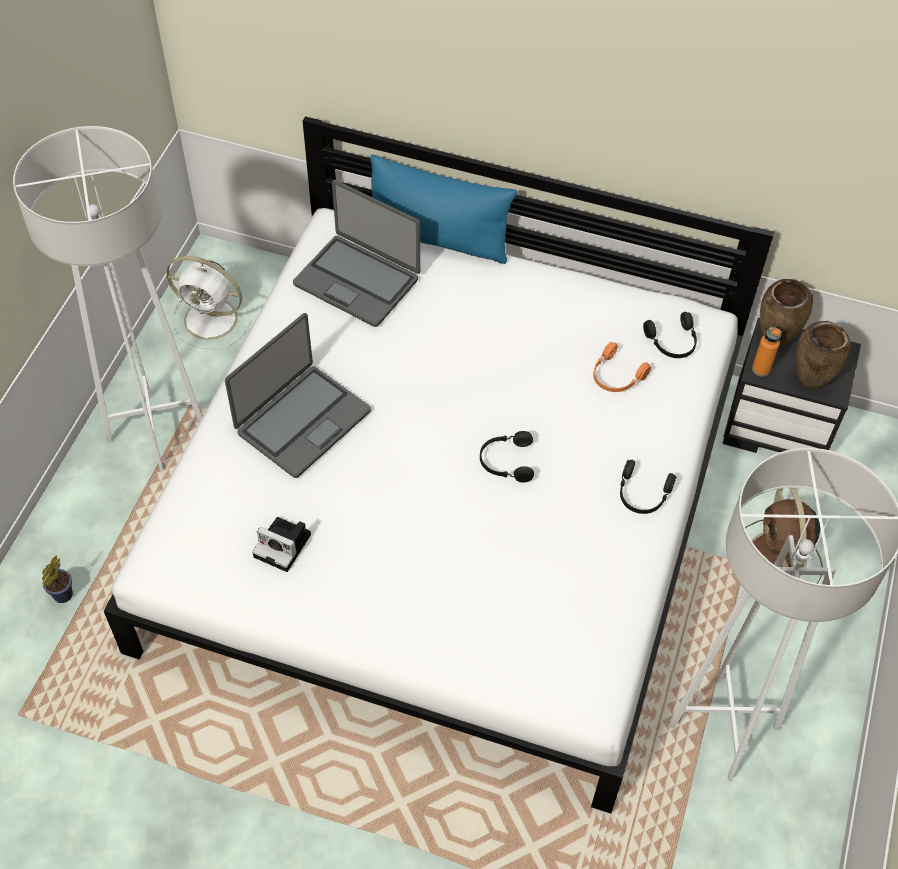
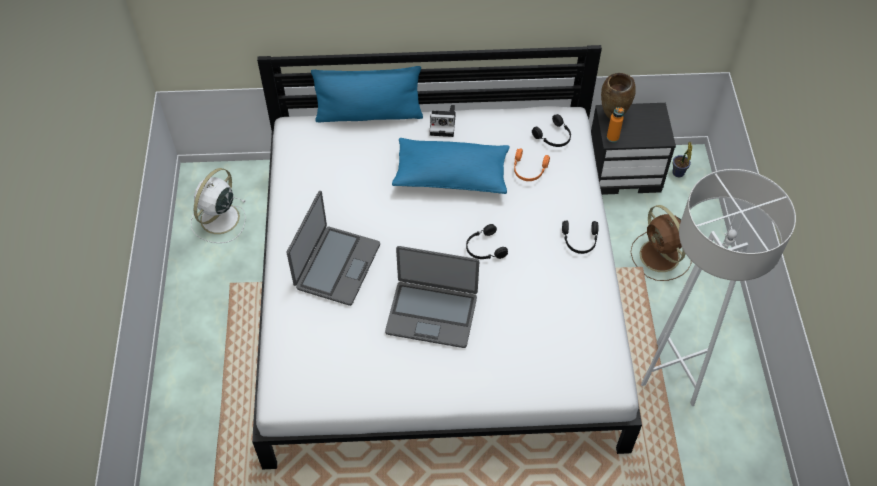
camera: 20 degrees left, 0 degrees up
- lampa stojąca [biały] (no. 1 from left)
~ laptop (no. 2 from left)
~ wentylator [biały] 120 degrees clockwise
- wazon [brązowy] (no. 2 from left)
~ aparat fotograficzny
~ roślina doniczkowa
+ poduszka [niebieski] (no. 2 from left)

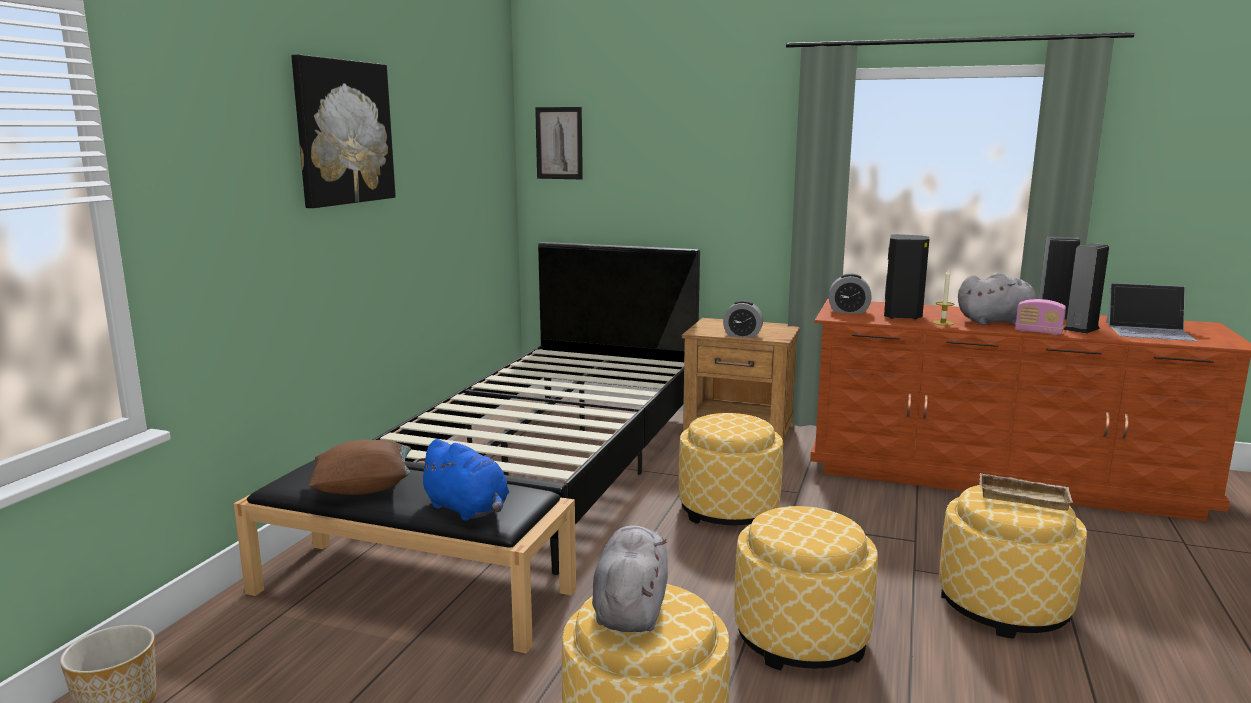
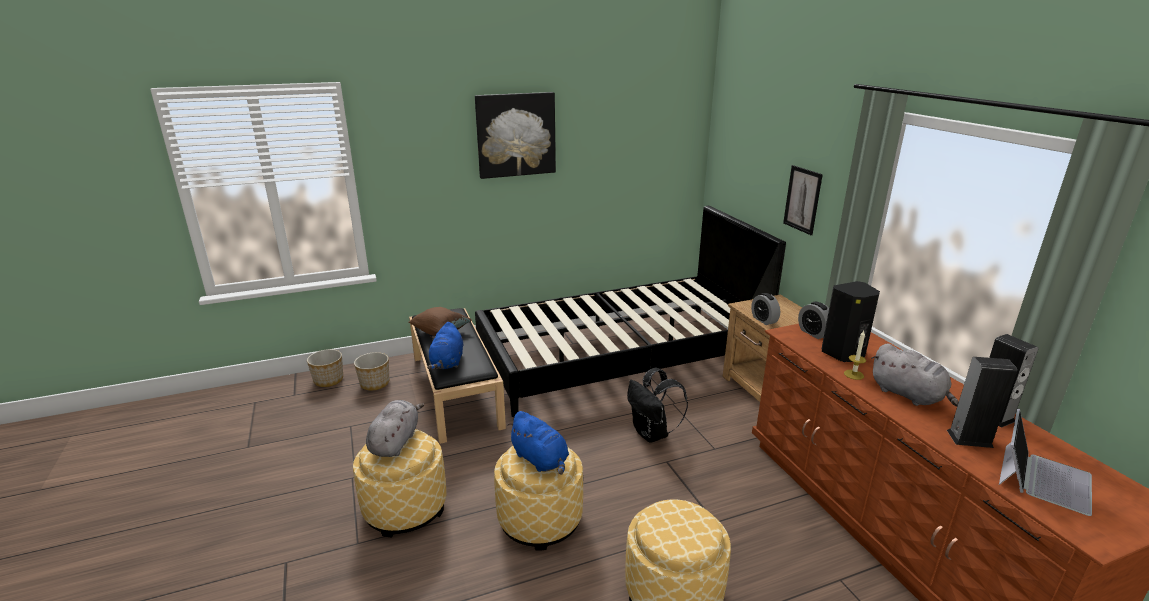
camera: 50 degrees right, 10 degrees up
~ obraz (no. 2 from left)
~ laptop 120 degrees counterclockwise
- radio
~ pufa (no. 2 from left) to plecak [czarny]
- taca [beżowy]
~ pluszak [szary] (no. 1 from left) 45 degrees counterclockwise
+ donica (no. 2 from left)
+ pluszak [niebieski] (no. 2 from left)

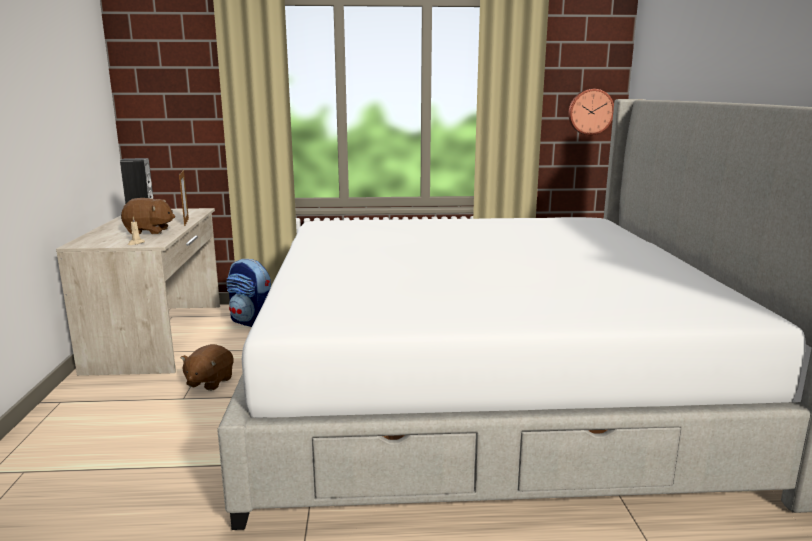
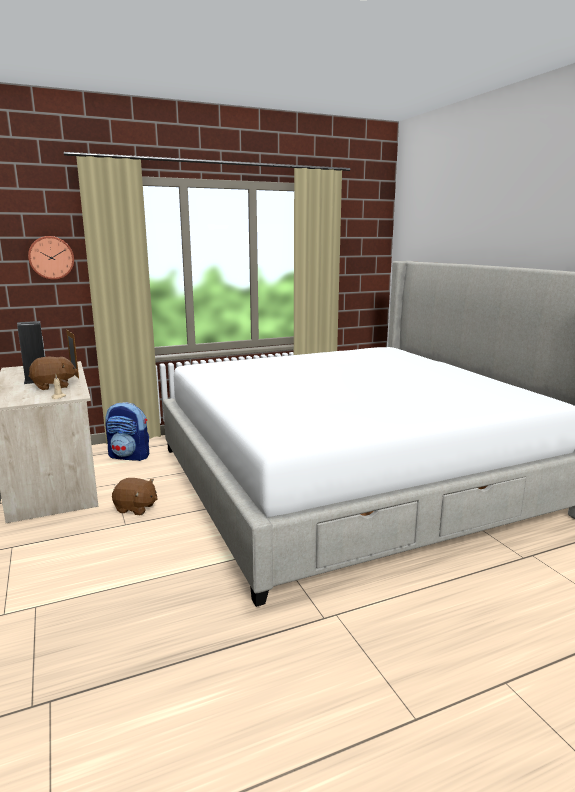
camera: 20 degrees left, 0 degrees up
~ zegar ścienny
~ pluszak [brązowy] (no. 2 from left) 75 degrees counterclockwise

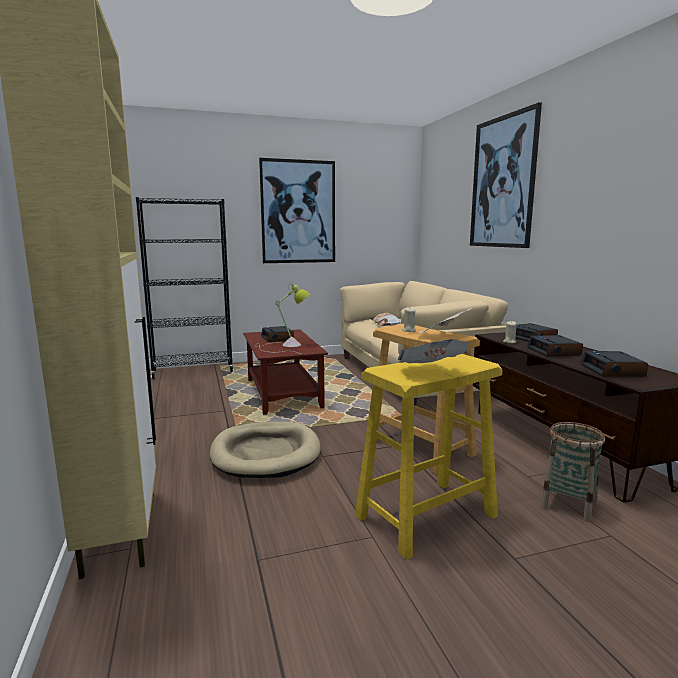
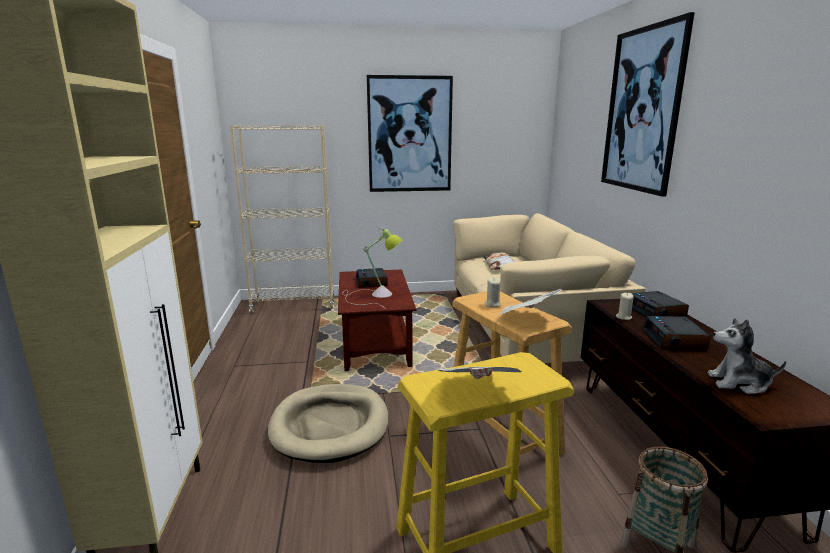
camera: 10 degrees right, 5 degrees up
~ regał [czarny] to regał [beżowy]
~ budzik (no. 4 from left) to pluszak

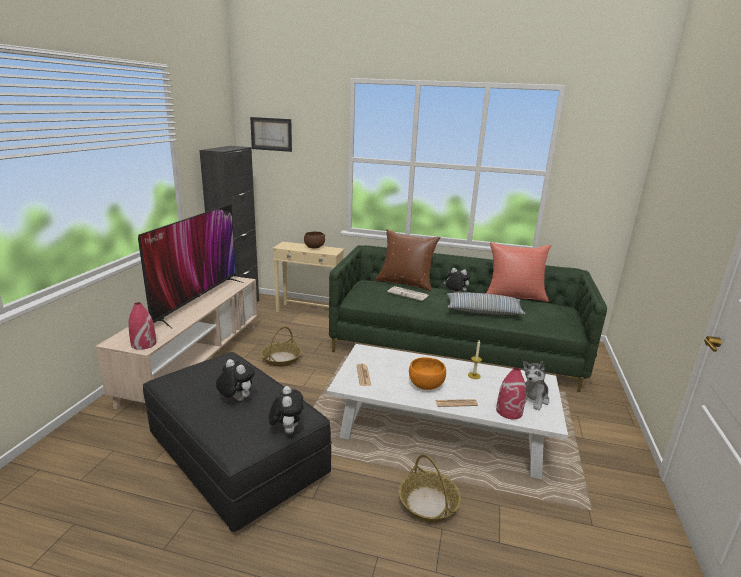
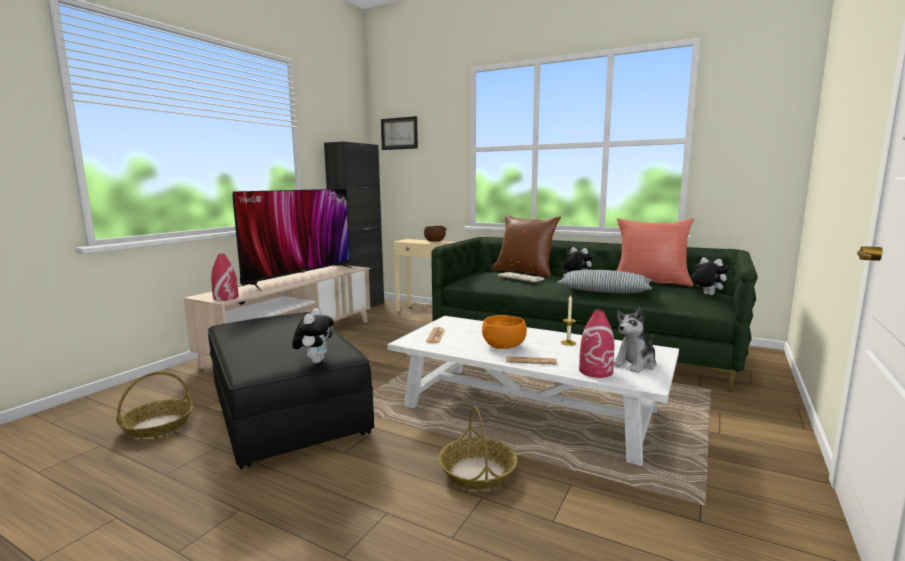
camera: 15 degrees right, 10 degrees down
~ koszyk (no. 1 from left)
~ pluszak (no. 1 from left in the first image) to pluszak (no. 4 from left)

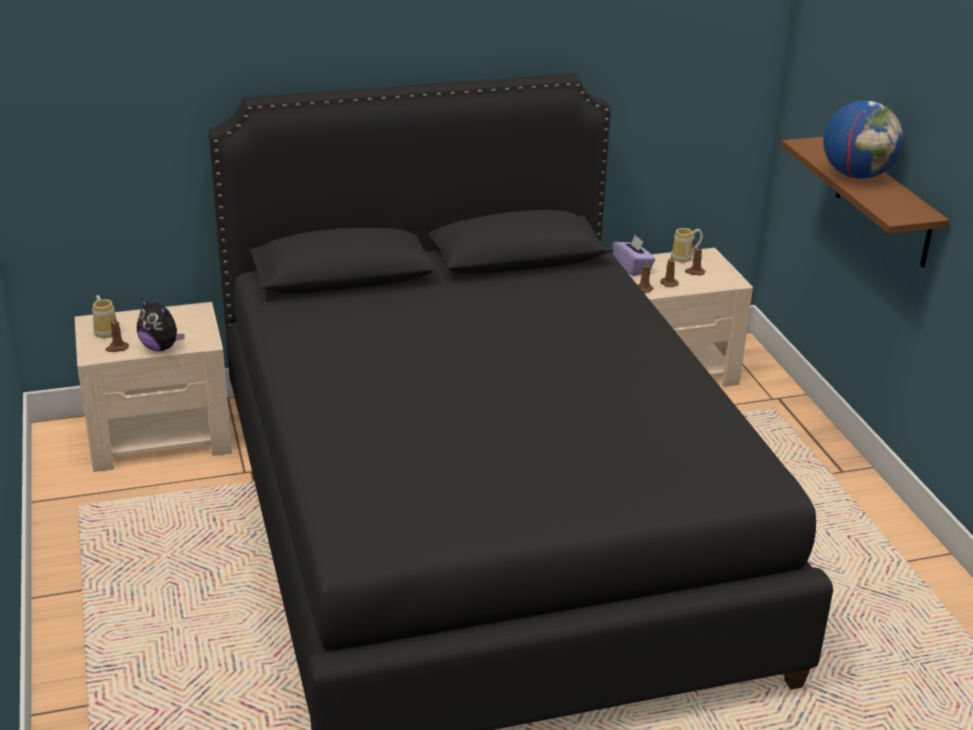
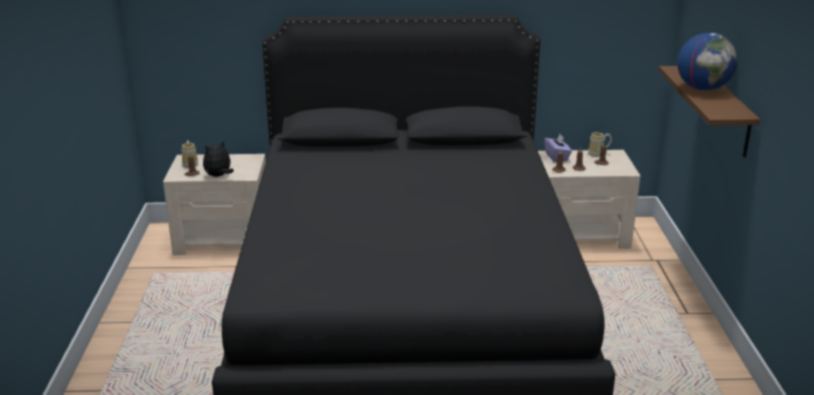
camera: 15 degrees right, 5 degrees down
~ pluszak 90 degrees clockwise

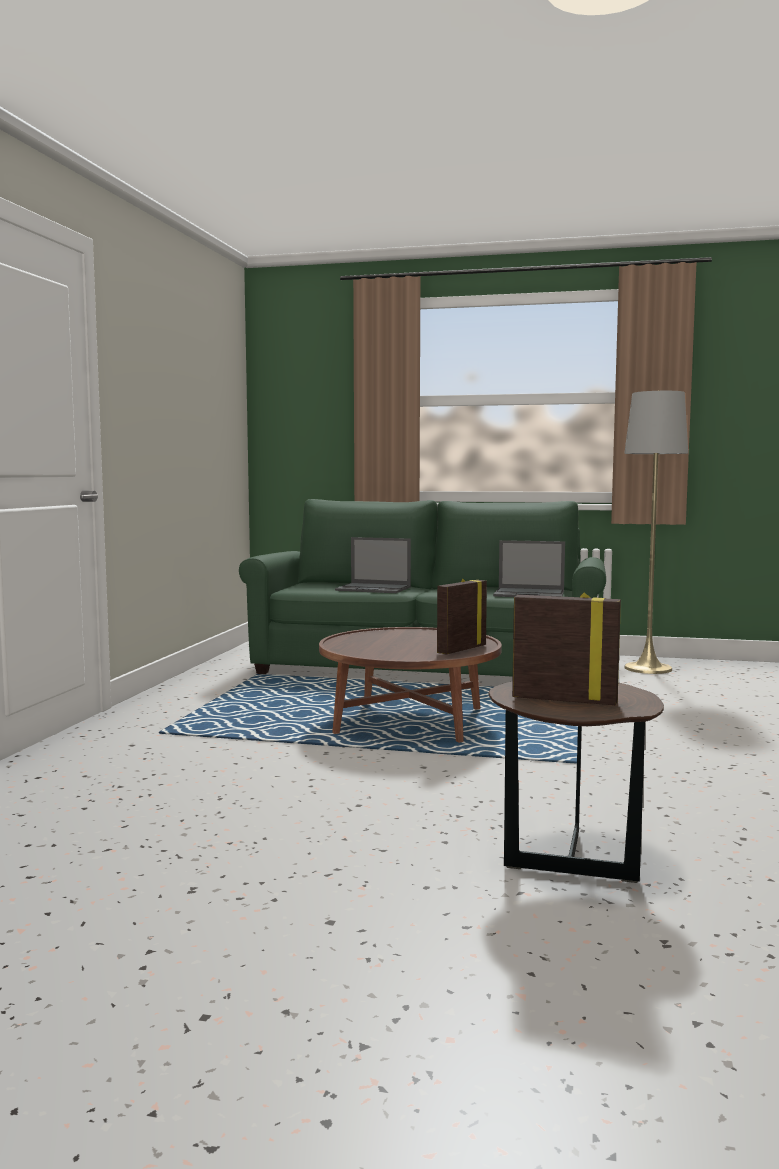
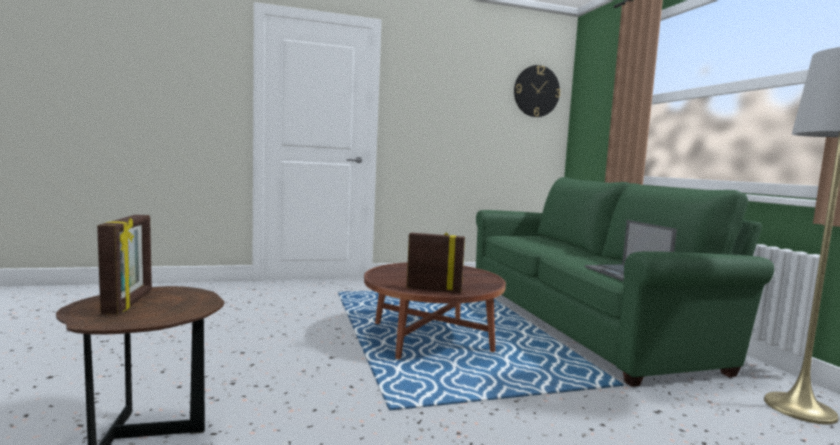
camera: 60 degrees right, 0 degrees up
- laptop (no. 1 from left)
+ zegar ścienny

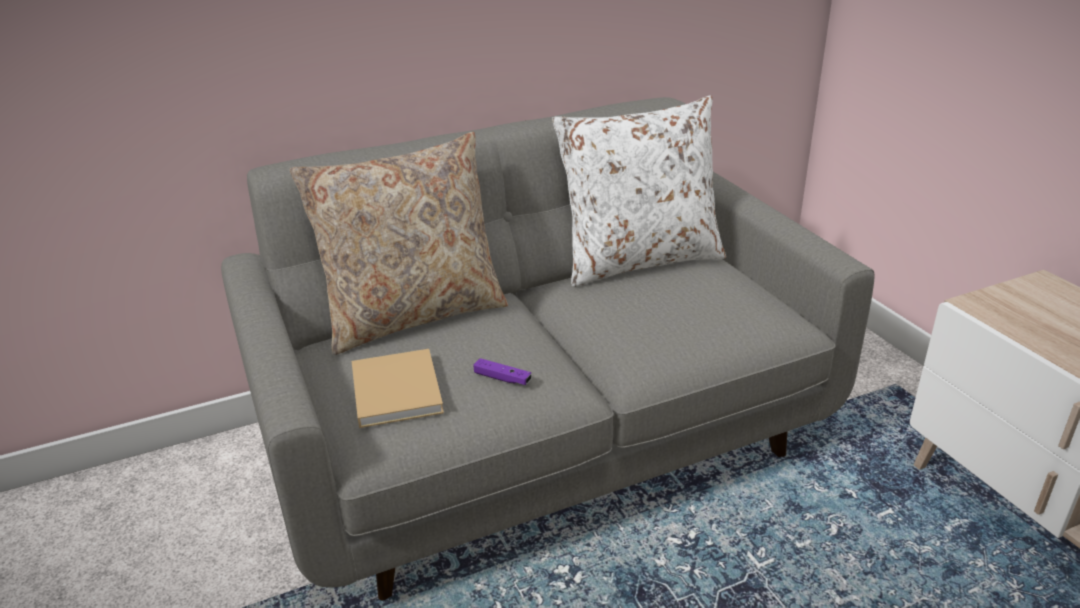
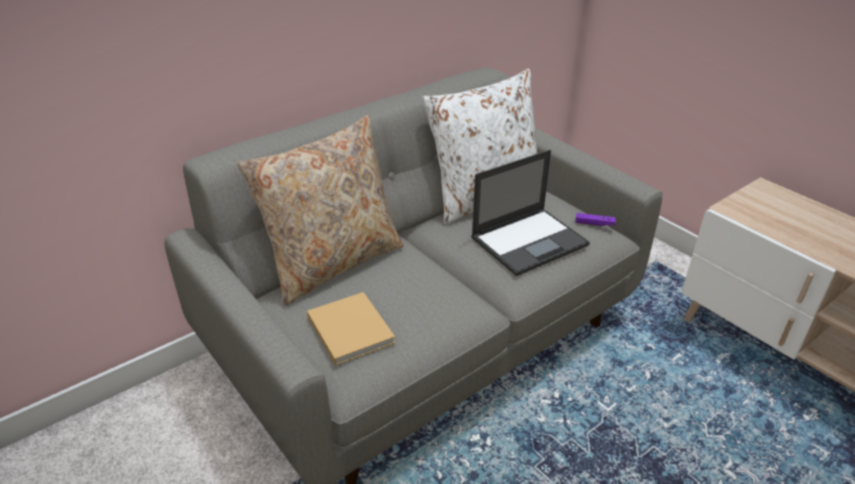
camera: 15 degrees left, 5 degrees up
~ pad do gier [fioletowy]
+ laptop

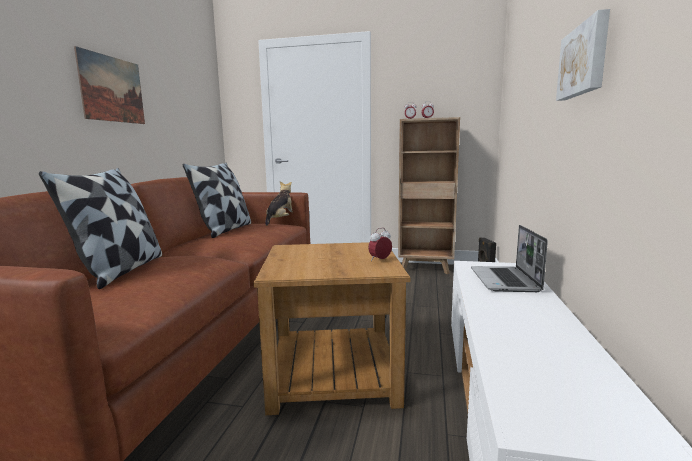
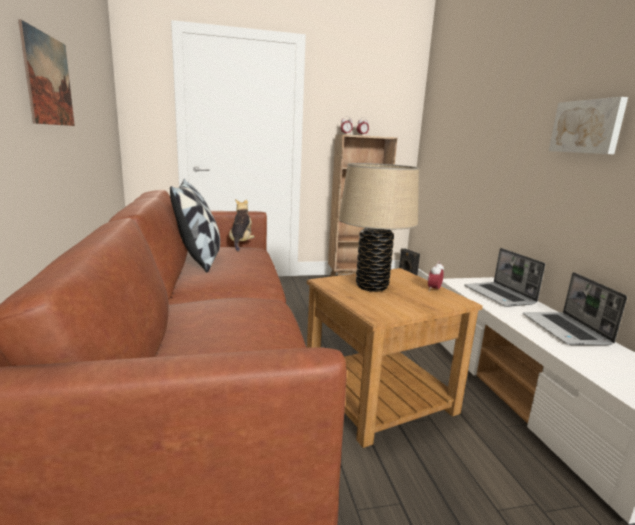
camera: 25 degrees left, 5 degrees up
- poduszka (no. 1 from left)
+ lampa stołowa [beżowy]
+ laptop (no. 2 from left)

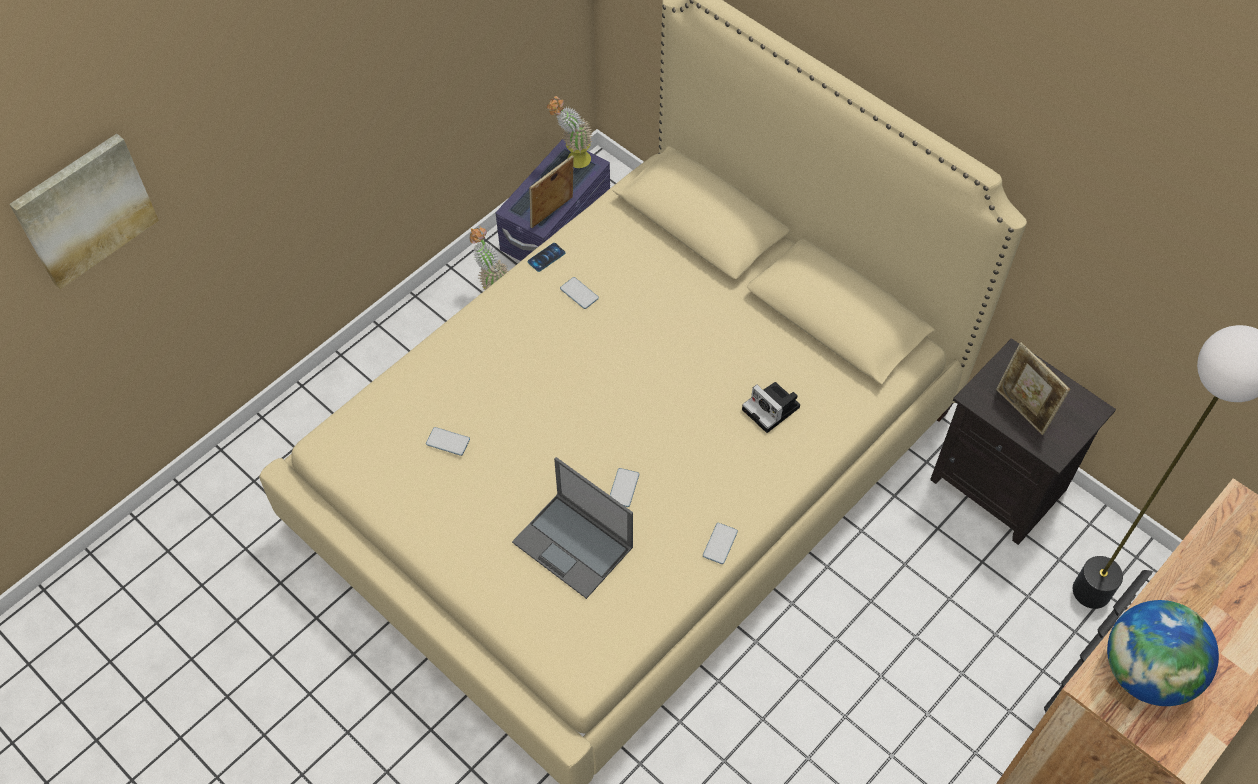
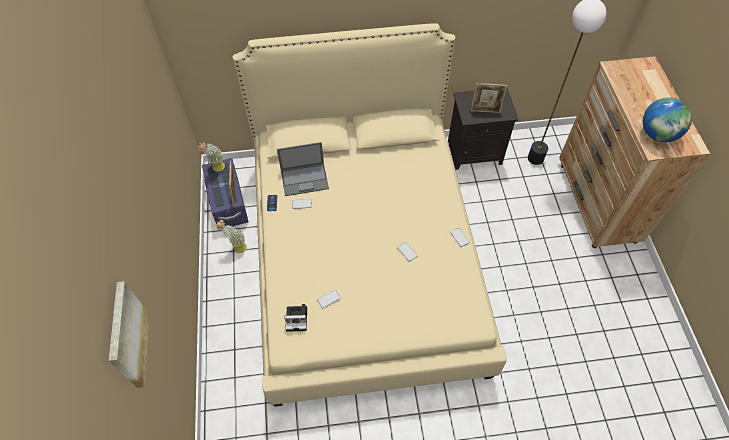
camera: 50 degrees left, 0 degrees up
~ aparat fotograficzny
~ laptop

